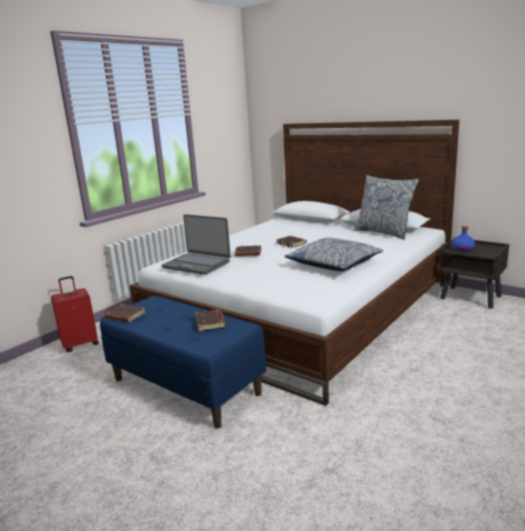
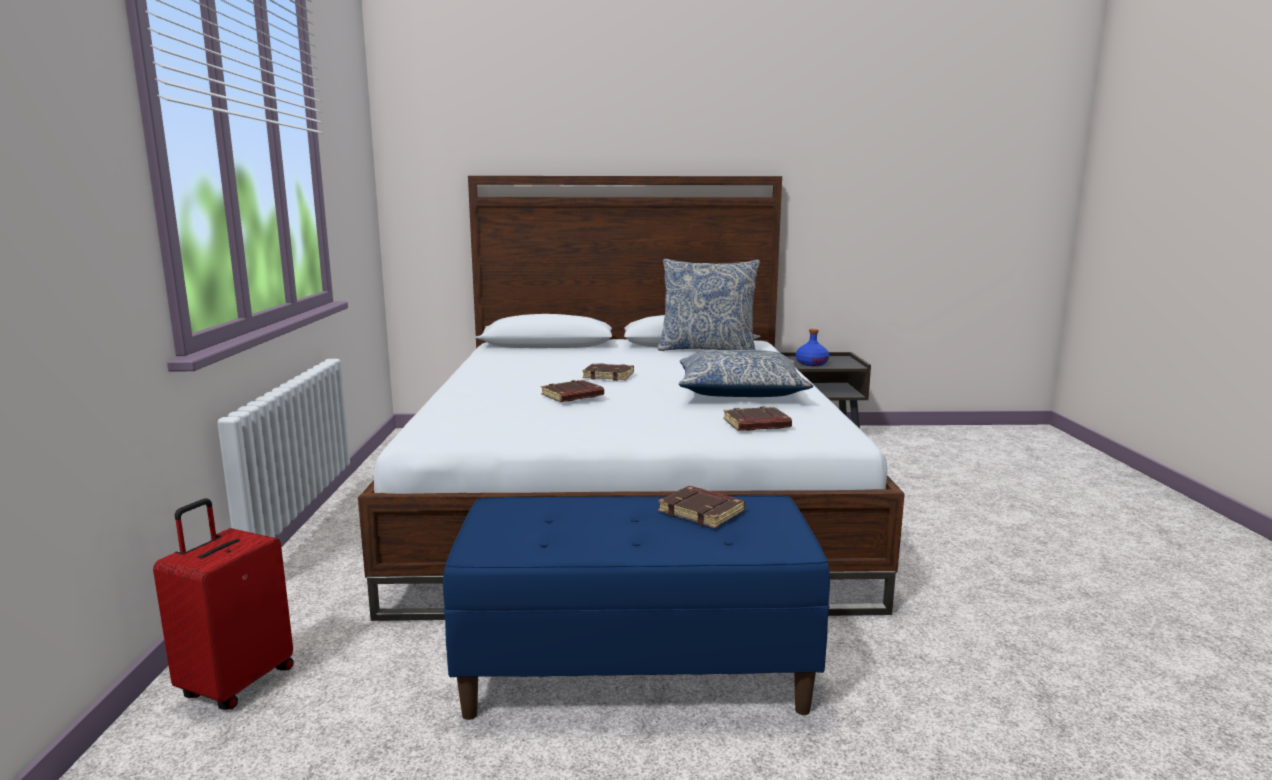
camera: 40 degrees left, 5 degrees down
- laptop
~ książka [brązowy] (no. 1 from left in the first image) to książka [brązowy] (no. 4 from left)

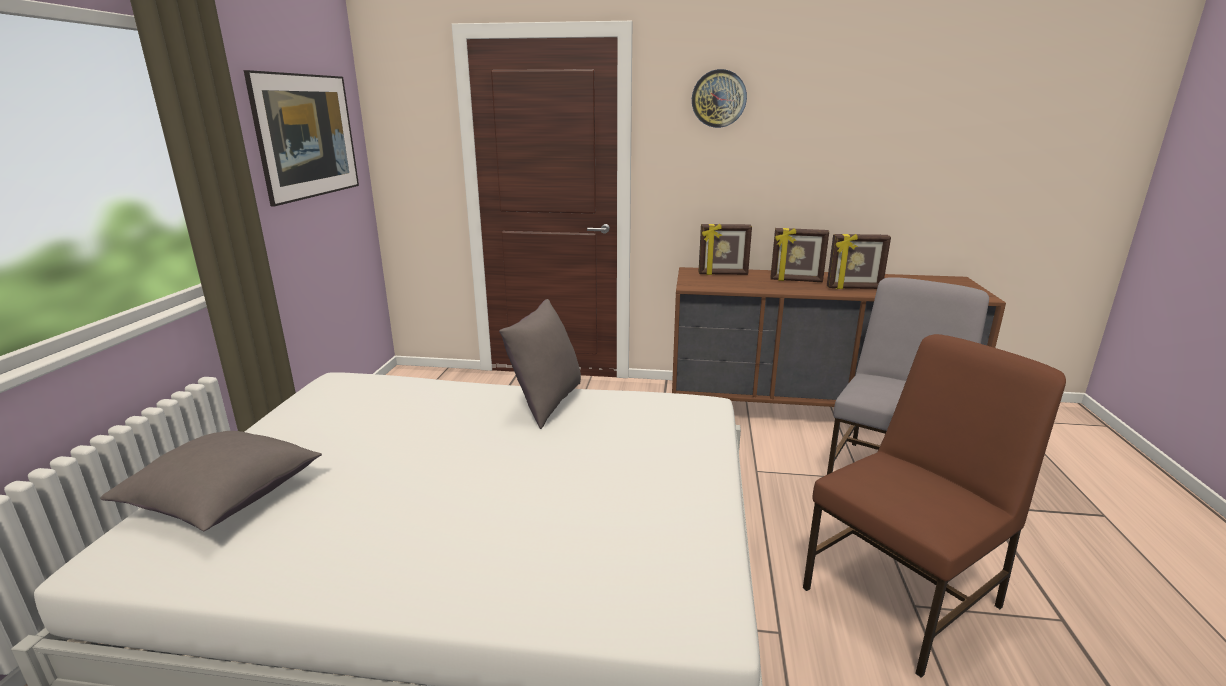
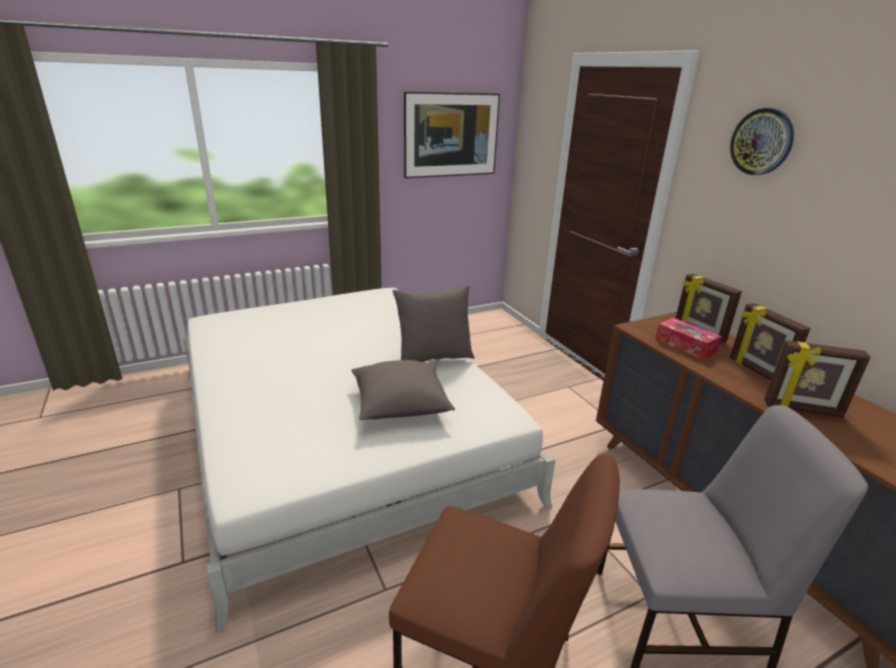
camera: 55 degrees right, 5 degrees up
~ ramka na zdjęcie (no. 3 from left) 45 degrees counterclockwise
~ poduszka [szary] (no. 1 from left)
+ pudełko chusteczek

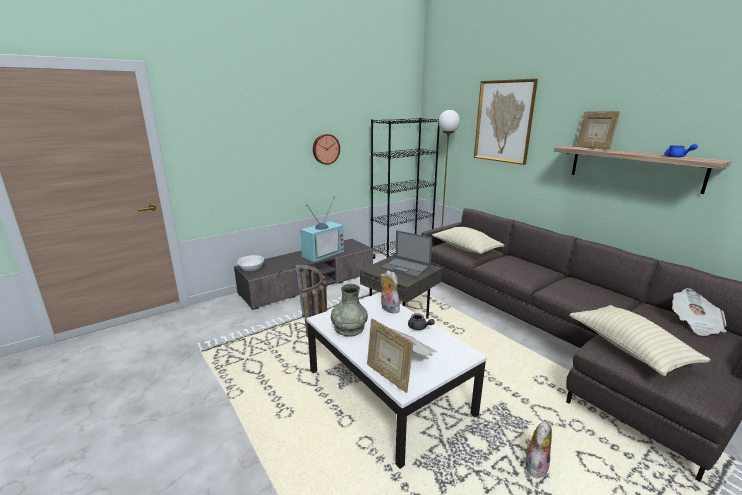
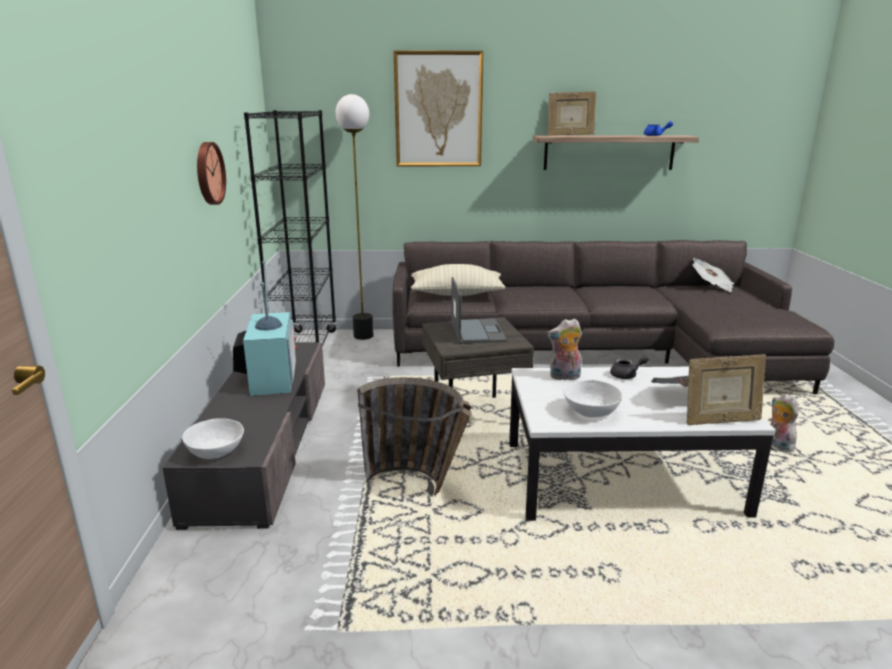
camera: 55 degrees left, 0 degrees up
~ laptop 75 degrees counterclockwise
~ wazon [szary] to miska [biały] (no. 2 from left)
- poduszka [beżowy] (no. 2 from left)

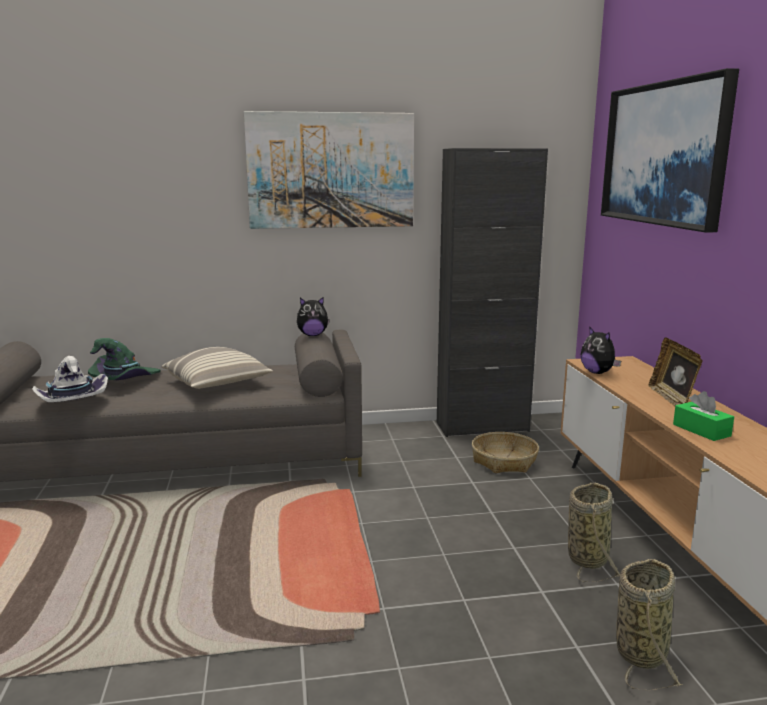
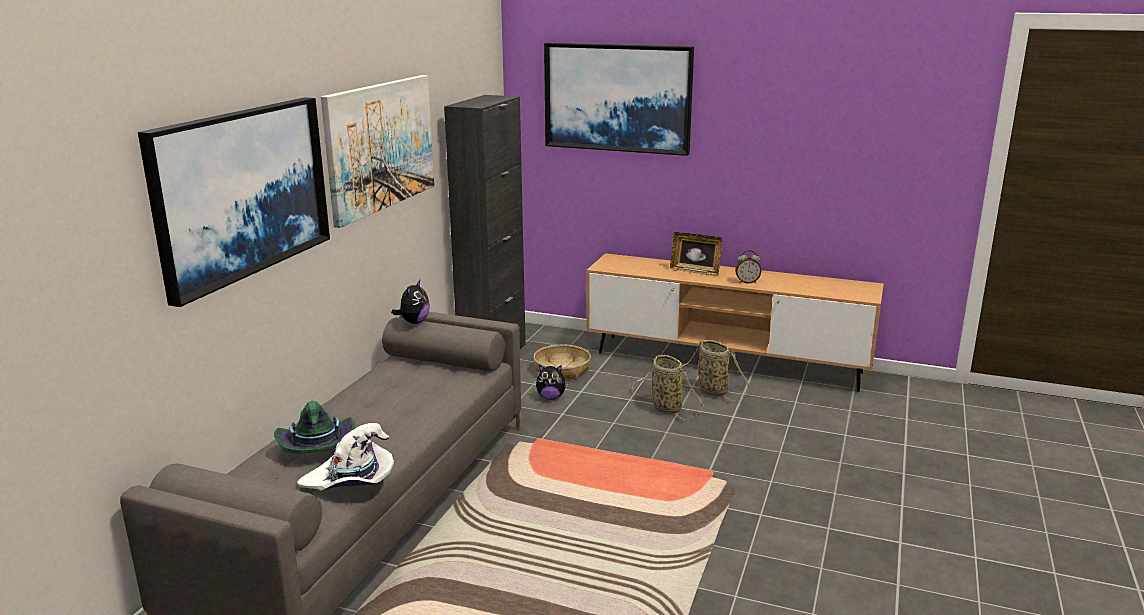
camera: 60 degrees left, 5 degrees up
~ pluszak (no. 2 from left)
- poduszka
~ pudełko chusteczek [zielony] to budzik
~ koszyk (no. 3 from left in the first image) to koszyk (no. 2 from left)
+ obraz (no. 1 from left)

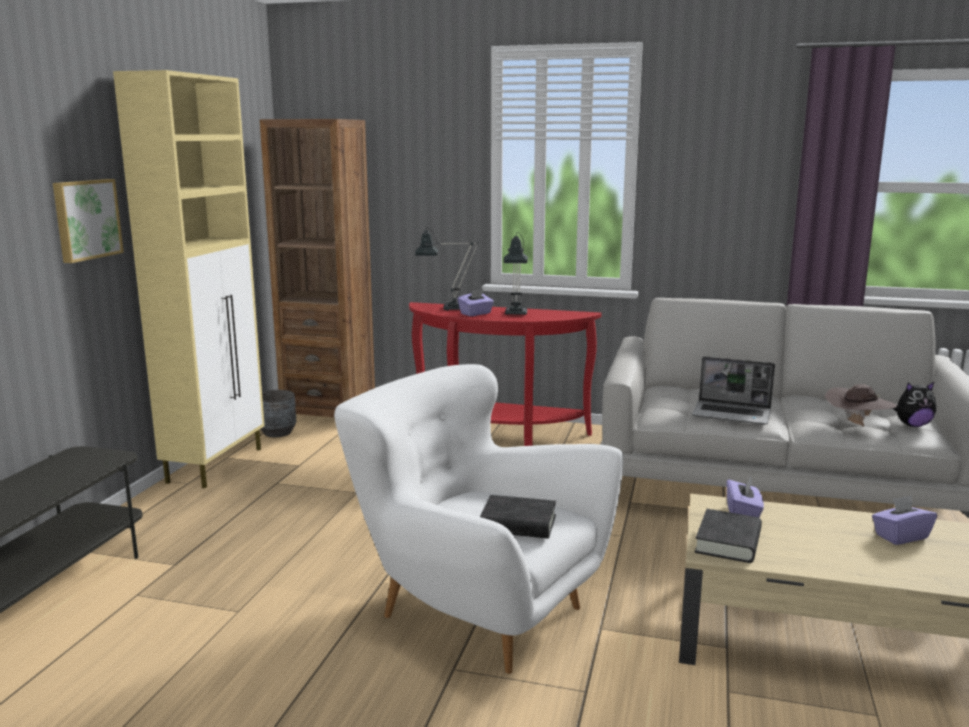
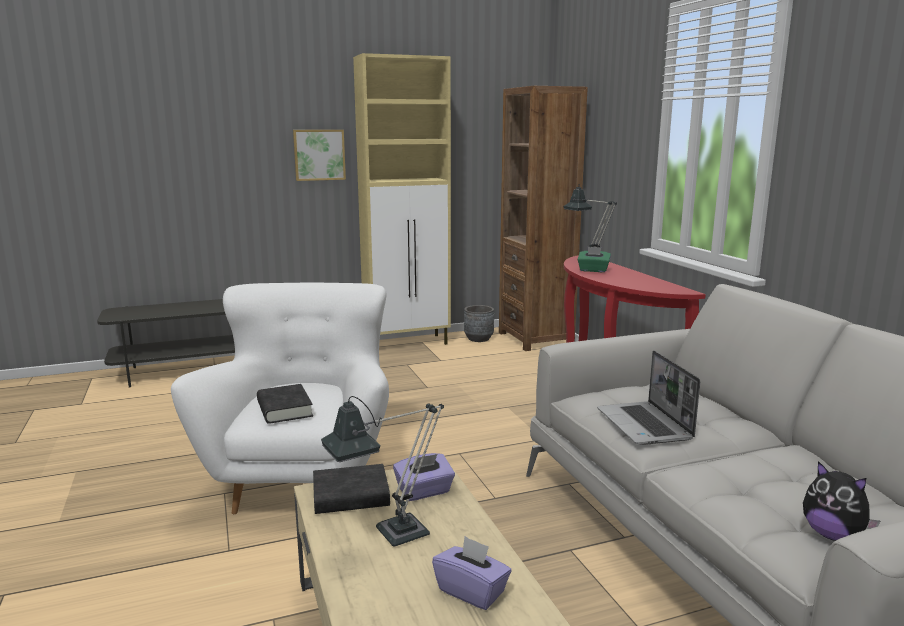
camera: 55 degrees right, 0 degrees up
~ lampa stołowa (no. 2 from left in the first image) to lampa stołowa (no. 1 from left)
~ pudełko chusteczek [fioletowy] (no. 1 from left) to pudełko chusteczek [zielony]
- kapelusz [brązowy]

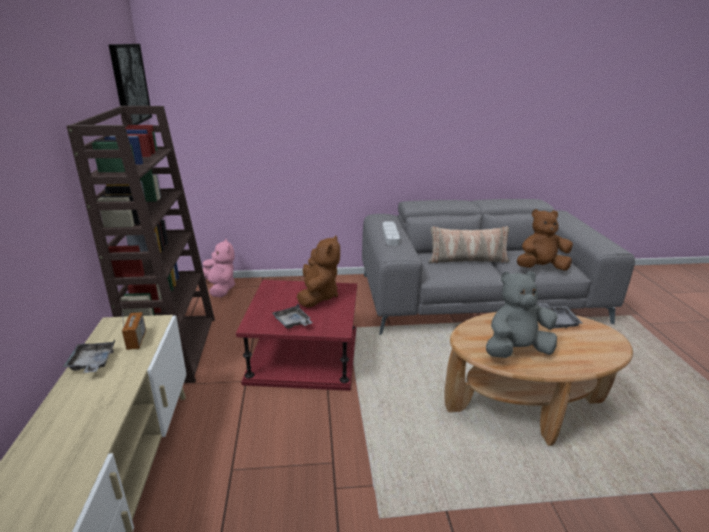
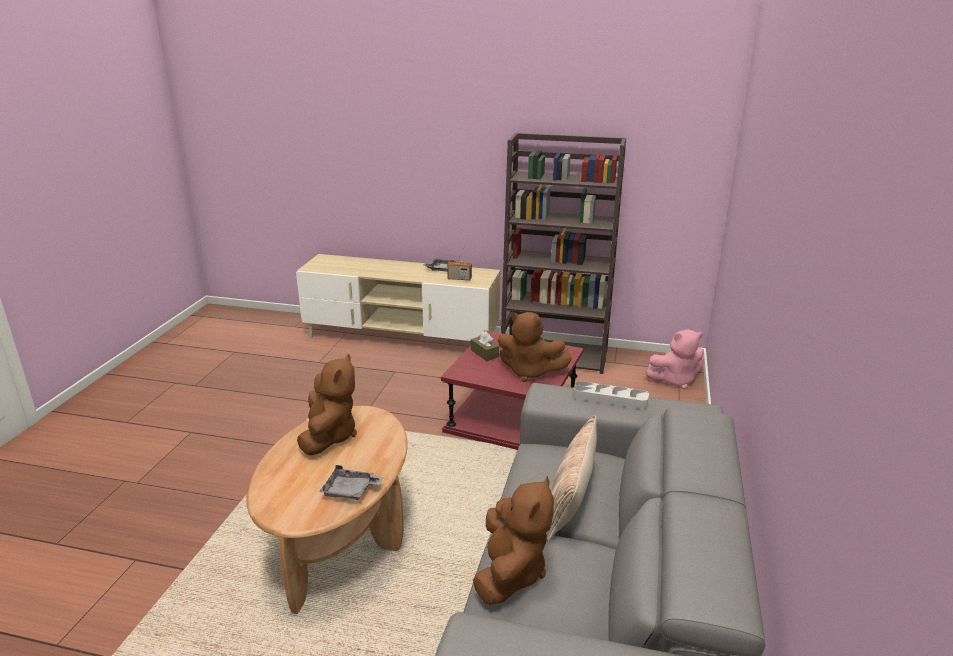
camera: 110 degrees right, 0 degrees up
- obraz
~ pluszak [szary] to pluszak [brązowy] (no. 1 from left)
~ taca [szary] (no. 2 from left) to pudełko chusteczek [brązowy]

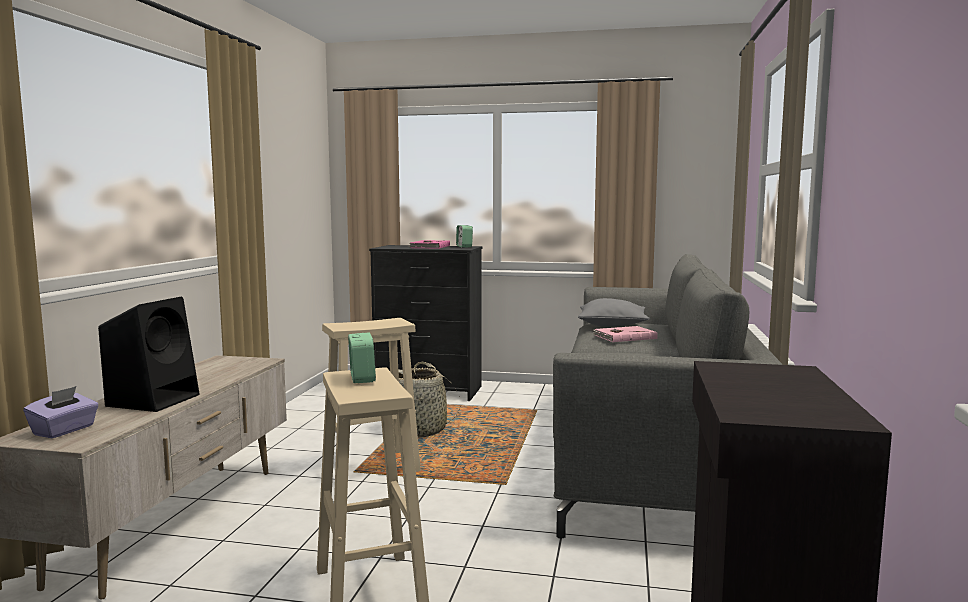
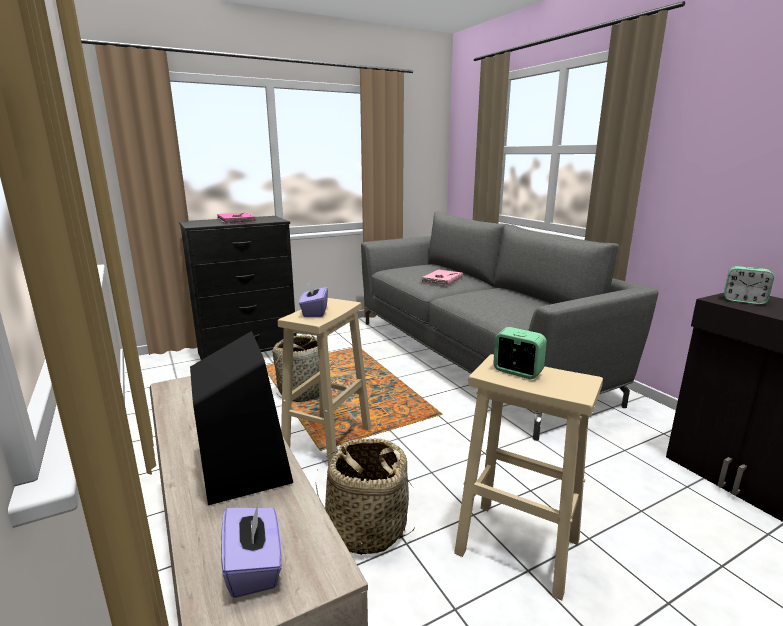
camera: 40 degrees left, 10 degrees up
~ budzik (no. 2 from left)
- poduszka [szary]
+ pudełko chusteczek [fioletowy] (no. 2 from left)
+ koszyk (no. 2 from left)

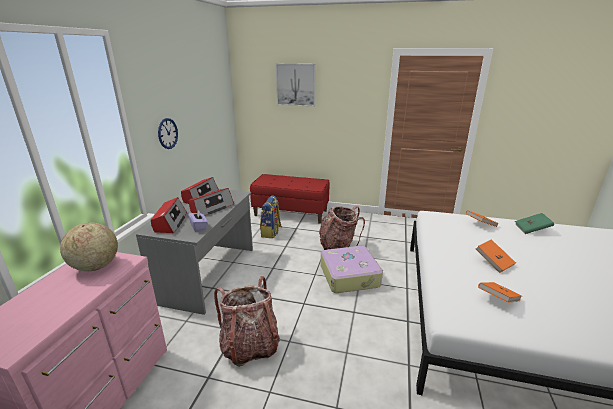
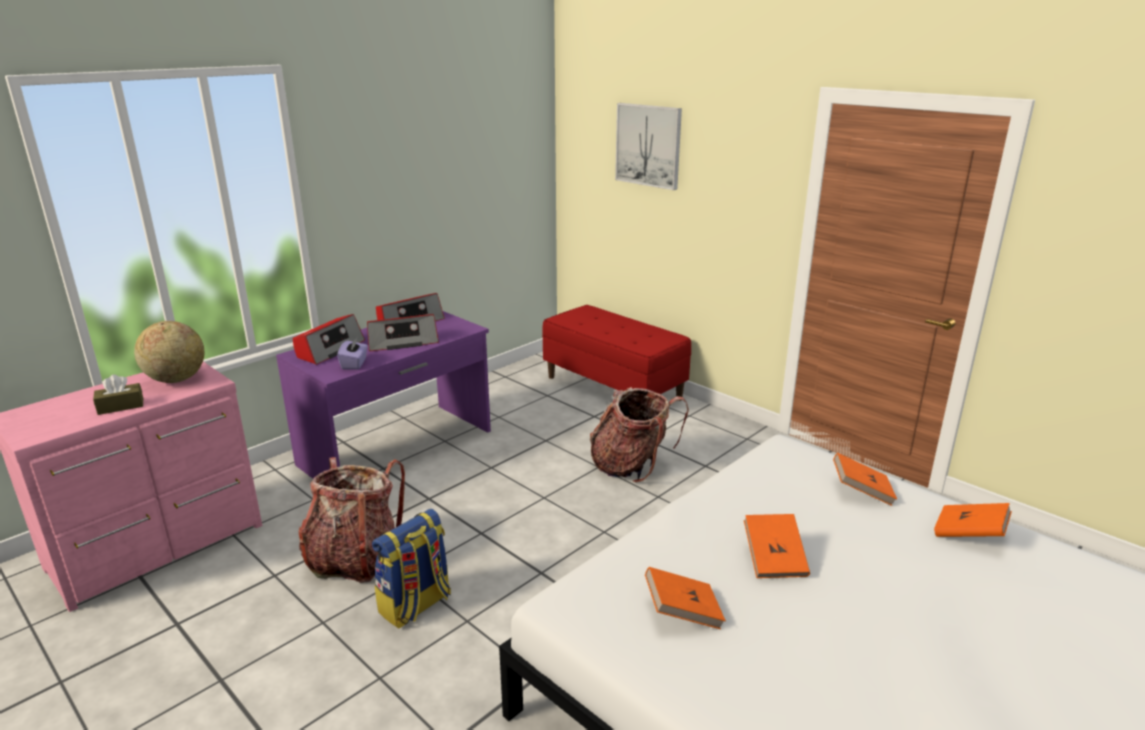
camera: 30 degrees right, 0 degrees up
- zegar ścienny
~ biurko [szary] to biurko [fioletowy]
~ plecak (no. 2 from left)
~ książka [zielony] to książka [pomarańczowy] (no. 4 from left)
- walizka
+ pudełko chusteczek [brązowy]

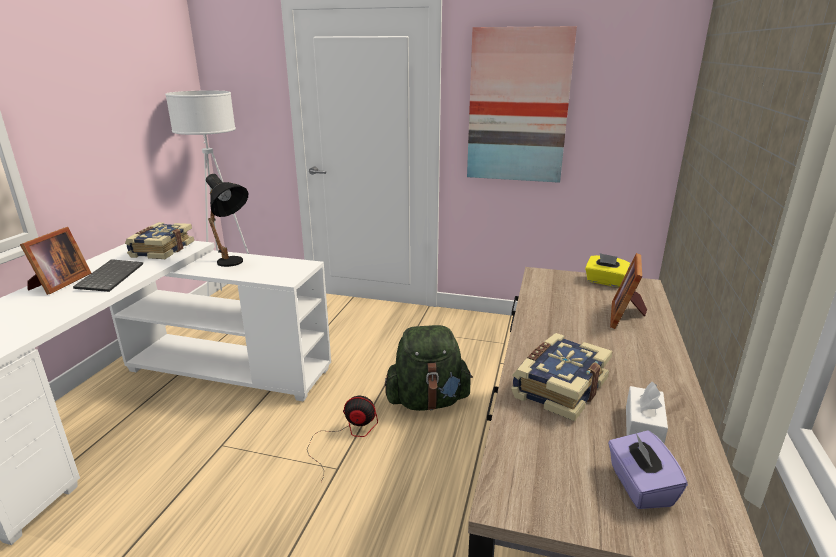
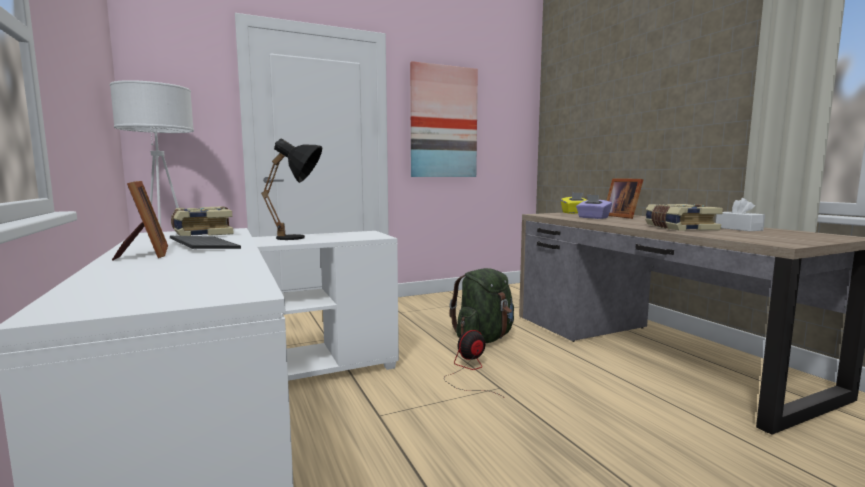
camera: 40 degrees left, 15 degrees down
~ pudełko chusteczek [fioletowy]

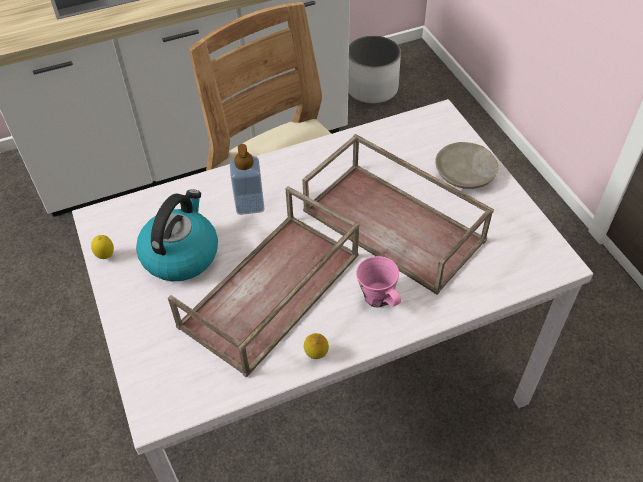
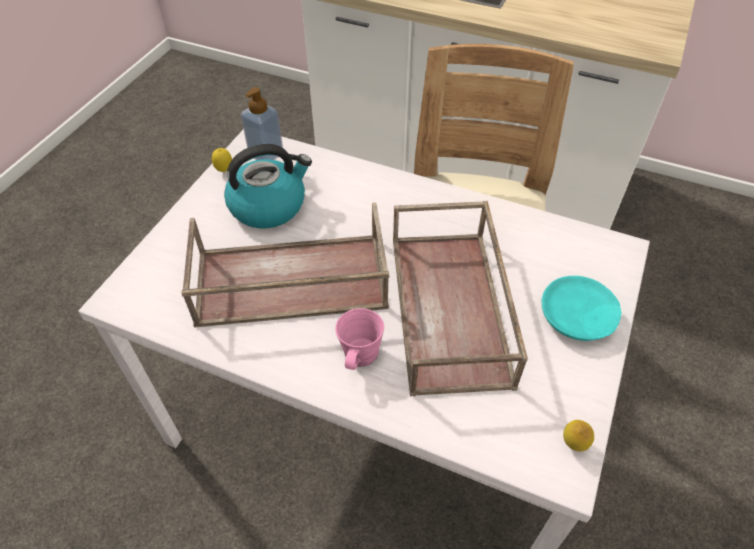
camera: 45 degrees right, 0 degrees up
- donica [biały]
~ talerz [beżowy] to talerz [turkusowy]
~ dozownik mydła
~ cytryna (no. 2 from left)

